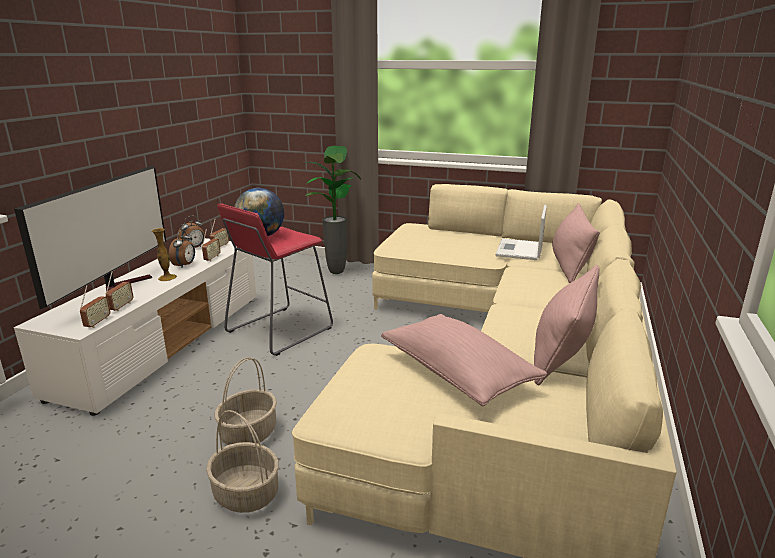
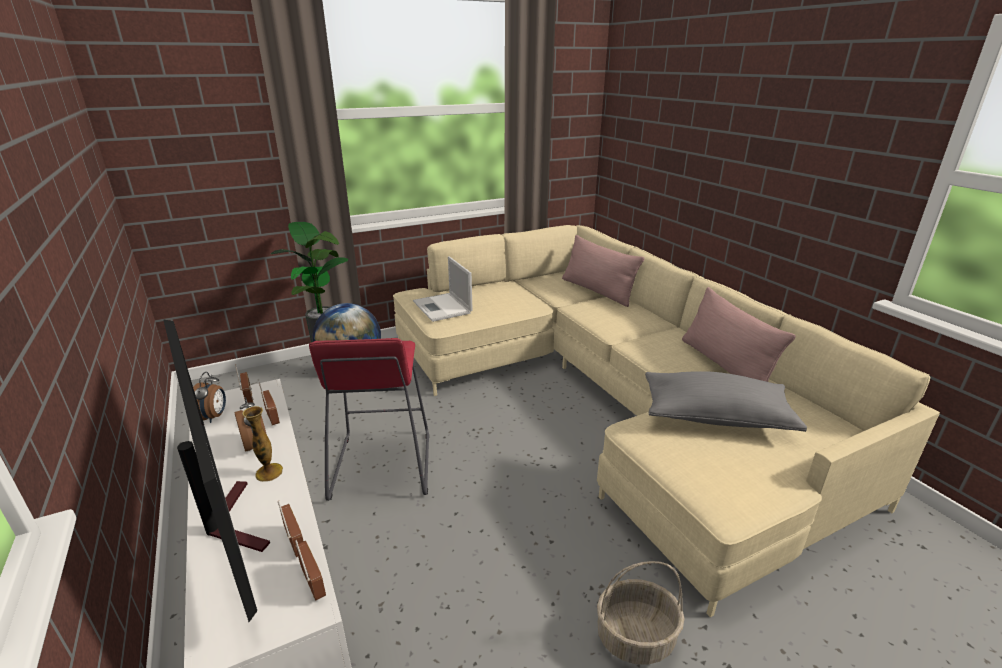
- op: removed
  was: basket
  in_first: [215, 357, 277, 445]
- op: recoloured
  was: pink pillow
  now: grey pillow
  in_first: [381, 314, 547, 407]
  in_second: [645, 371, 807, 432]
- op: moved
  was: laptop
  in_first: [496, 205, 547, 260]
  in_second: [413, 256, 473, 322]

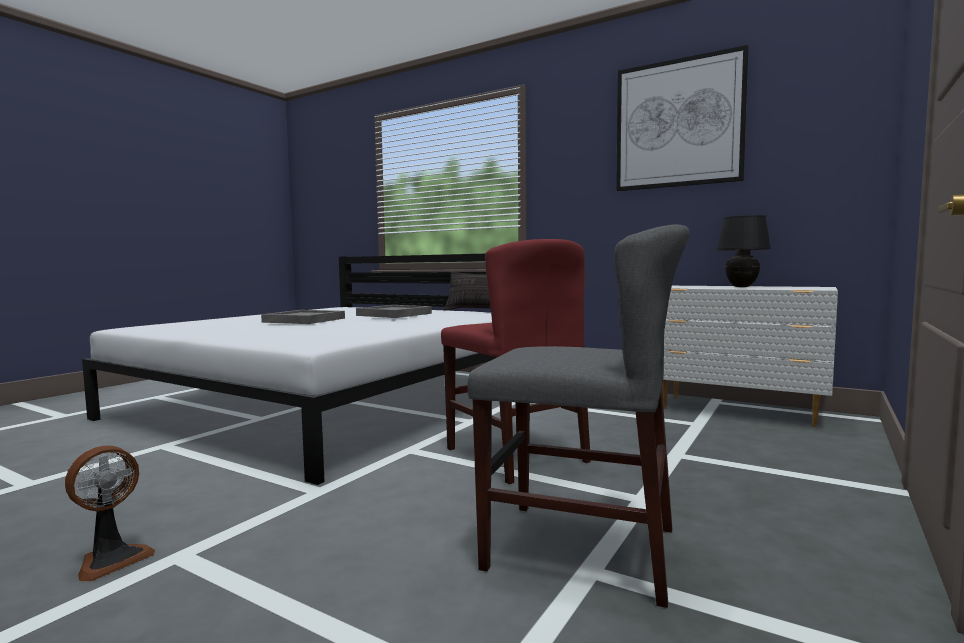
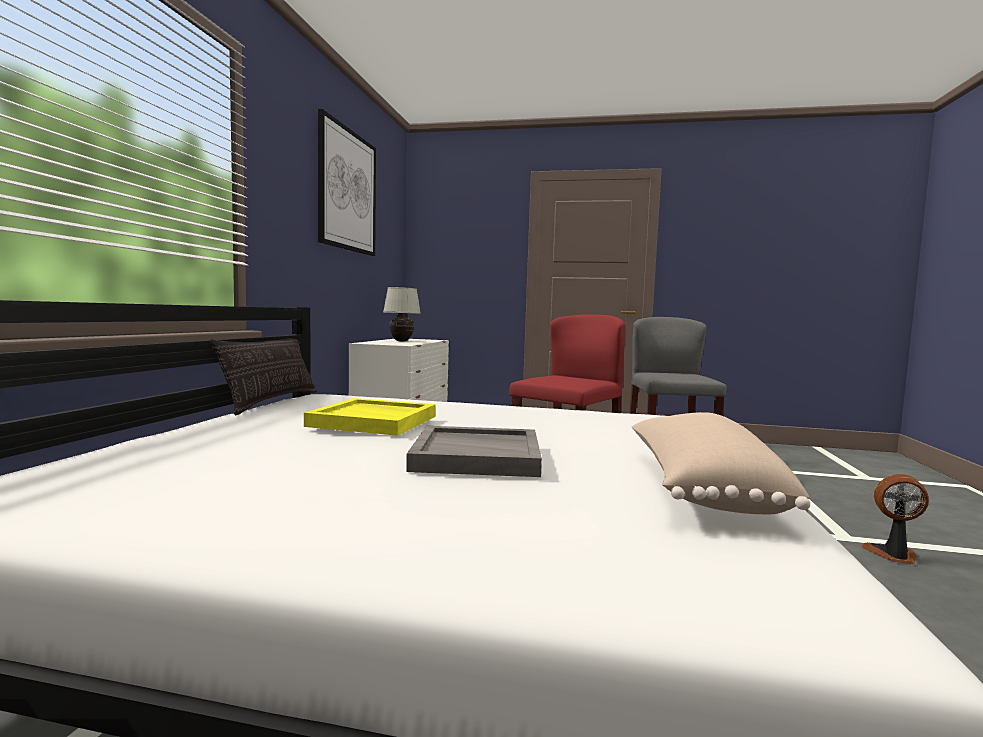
- op: recoloured
  was: grey tray
  now: yellow tray
  in_first: [356, 305, 432, 318]
  in_second: [304, 398, 436, 436]
- op: recoloured
  was: black table lamp
  now: white table lamp
  in_first: [717, 215, 771, 287]
  in_second: [383, 287, 421, 341]
- op: added
  now: beige pillow
  in_second: [632, 412, 810, 514]

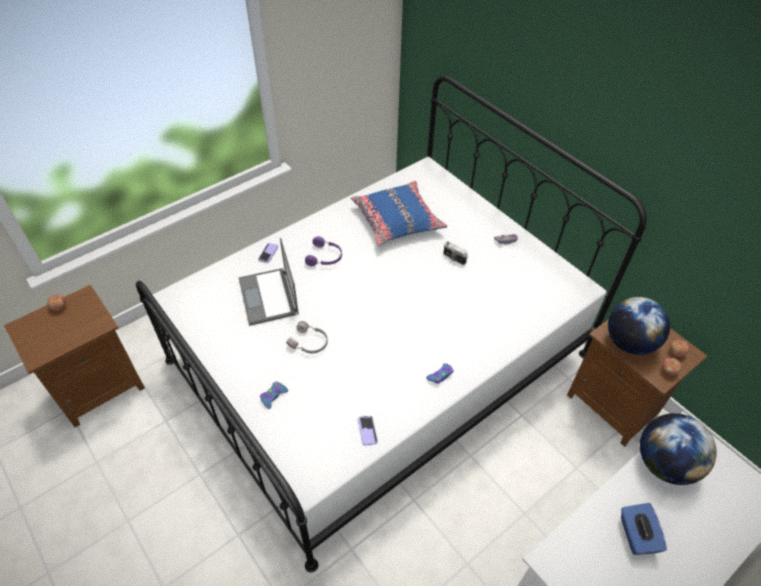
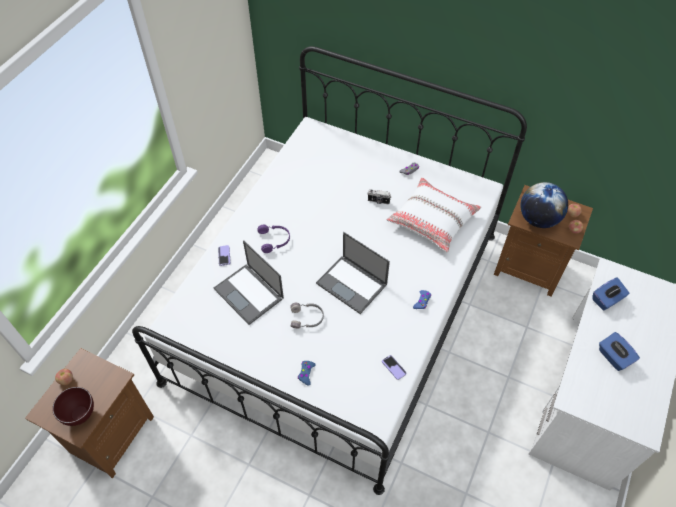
- op: removed
  was: blue pillow
  in_first: [351, 181, 448, 246]
- op: replaced
  was: globe
  now: blue tissue box
  in_first: [640, 413, 717, 485]
  in_second: [592, 277, 629, 311]
- op: added
  now: brown bowl
  in_second: [52, 387, 94, 426]
- op: added
  now: laptop
  in_second: [316, 232, 390, 314]
- op: added
  now: white pillow
  in_second: [386, 178, 482, 253]

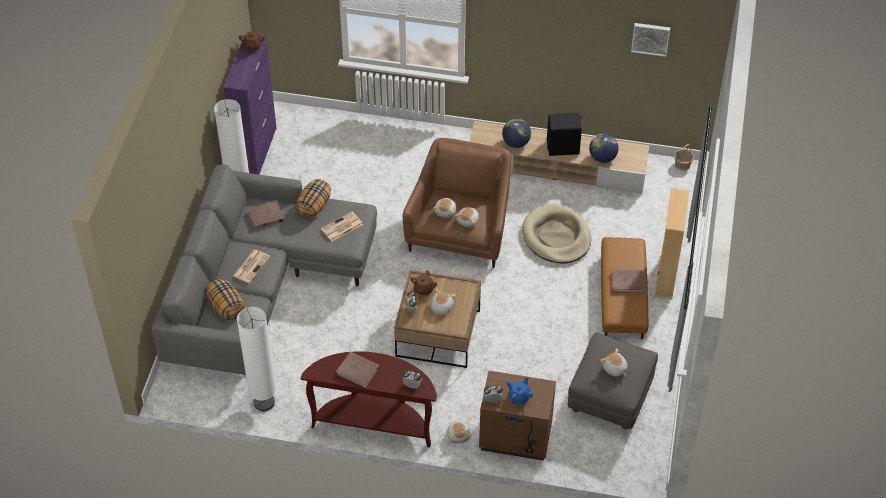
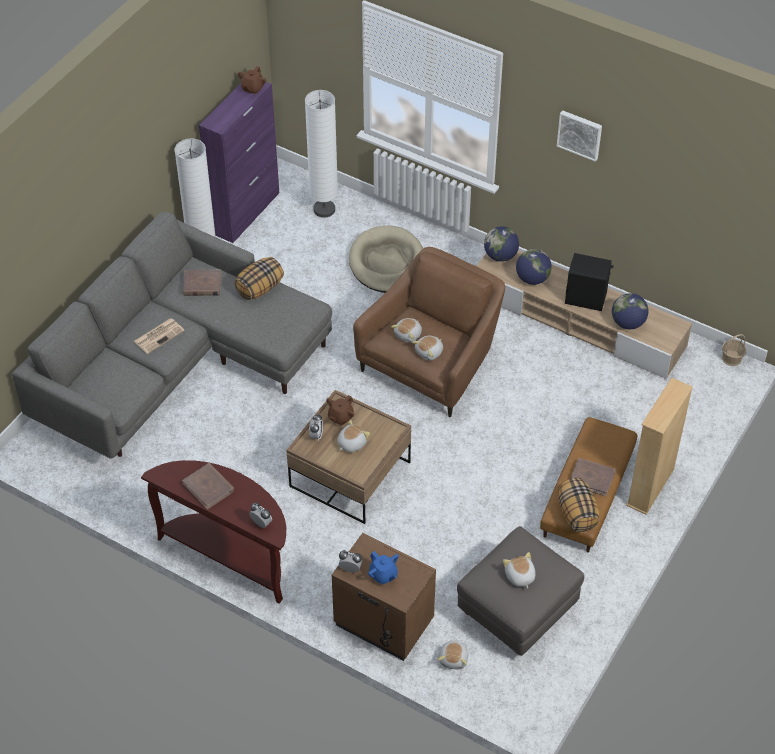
- op: moved
  was: pillow
  in_first: [206, 278, 244, 320]
  in_second: [558, 478, 599, 532]
- op: moved
  was: white floor lamp
  in_first: [237, 307, 276, 411]
  in_second: [305, 90, 338, 218]
- op: removed
  was: newspaper
  in_first: [321, 212, 363, 241]
- op: moved
  was: plush toy
  in_first: [447, 421, 472, 444]
  in_second: [438, 639, 468, 669]
- op: turned
  was: blue teapot
  in_first: [507, 376, 533, 405]
  in_second: [368, 551, 399, 584]
  clockwise: 90
- op: moved
  was: beige dog bed
  in_first: [522, 204, 591, 263]
  in_second: [349, 225, 423, 293]
- op: moved
  was: picture
  in_first: [631, 23, 670, 57]
  in_second: [557, 110, 602, 162]
- op: added
  now: globe
  in_second: [484, 226, 519, 262]

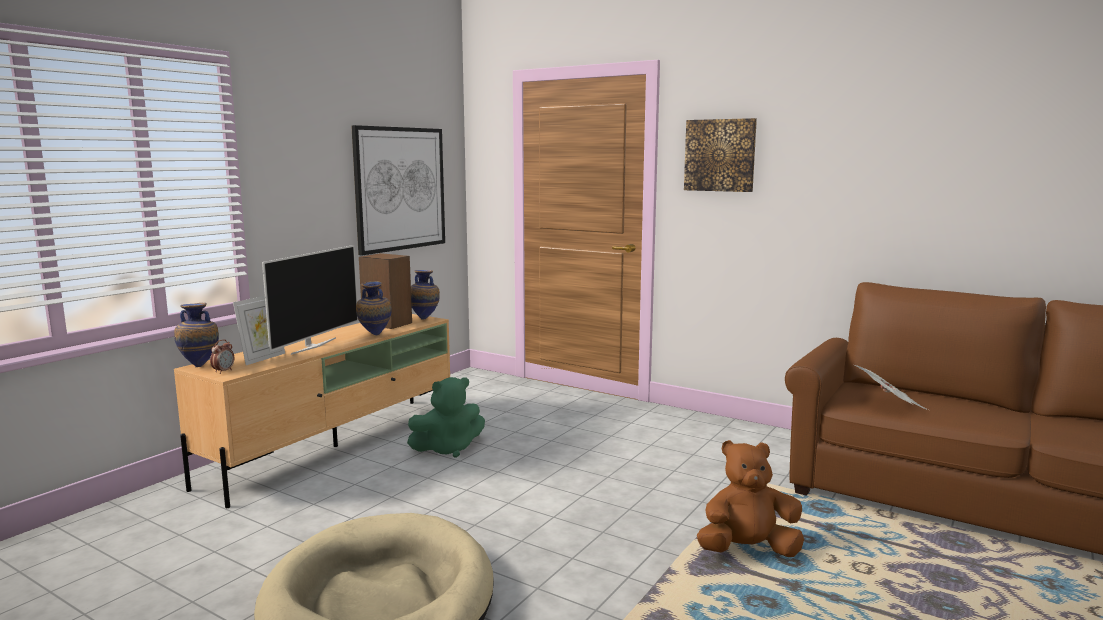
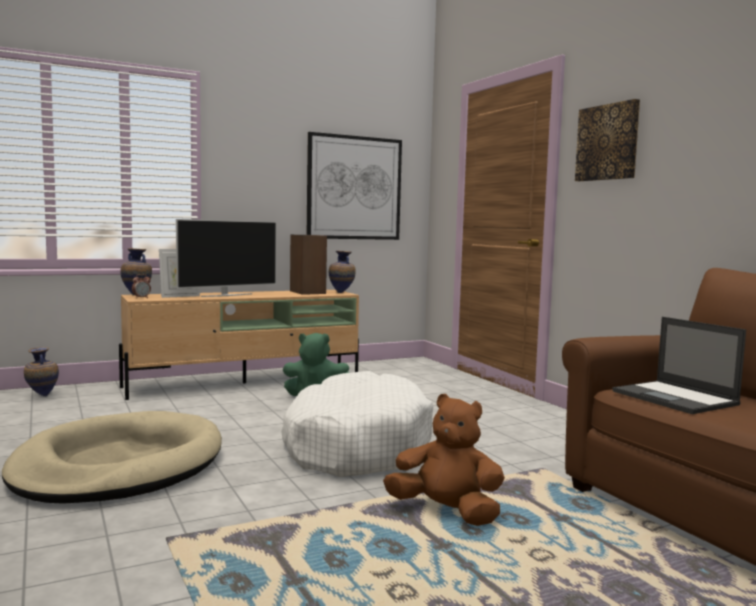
- op: moved
  was: vase
  in_first: [356, 281, 392, 335]
  in_second: [24, 347, 59, 396]
- op: replaced
  was: newspaper
  now: laptop
  in_first: [855, 365, 928, 410]
  in_second: [612, 317, 746, 414]
- op: added
  now: white dog bed
  in_second: [281, 371, 433, 477]

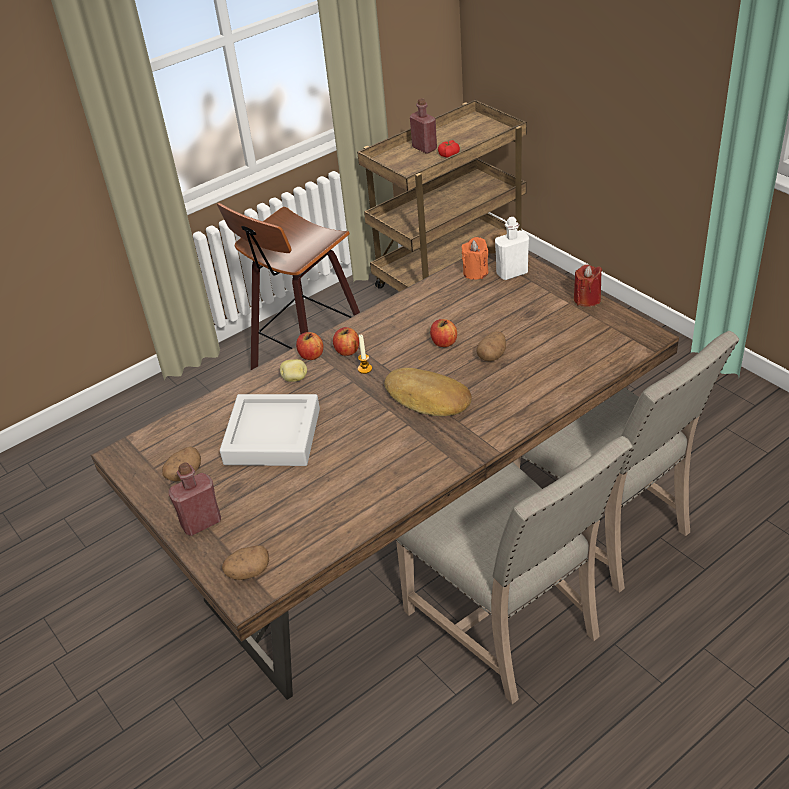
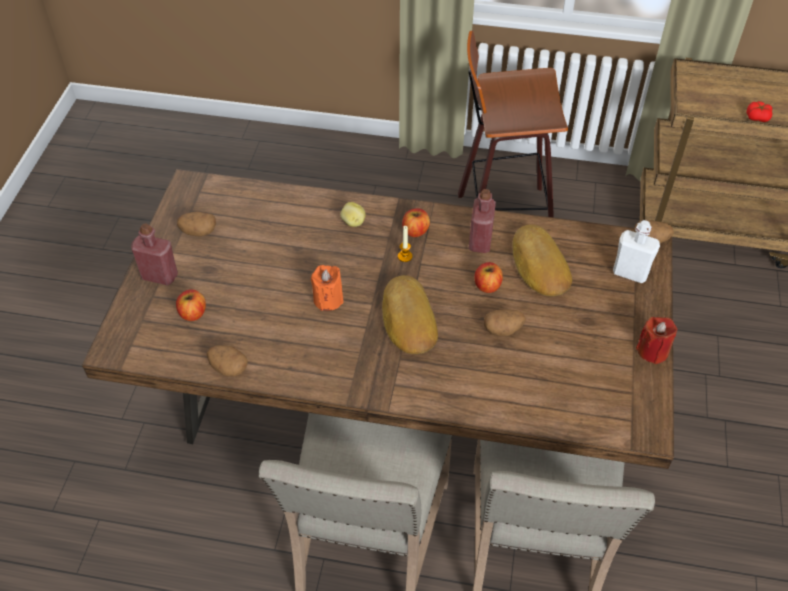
- op: removed
  was: grey tray
  in_first: [220, 394, 320, 466]
- op: moved
  was: potato
  in_first: [222, 545, 269, 580]
  in_second: [207, 345, 248, 377]
- op: moved
  was: apple
  in_first: [296, 332, 323, 360]
  in_second: [176, 289, 206, 321]
- op: moved
  was: red bottle
  in_first: [410, 98, 437, 154]
  in_second: [469, 189, 496, 253]
- op: moved
  was: orange candle
  in_first: [461, 237, 489, 280]
  in_second: [311, 265, 343, 311]
- op: added
  now: bread
  in_second: [512, 224, 572, 296]

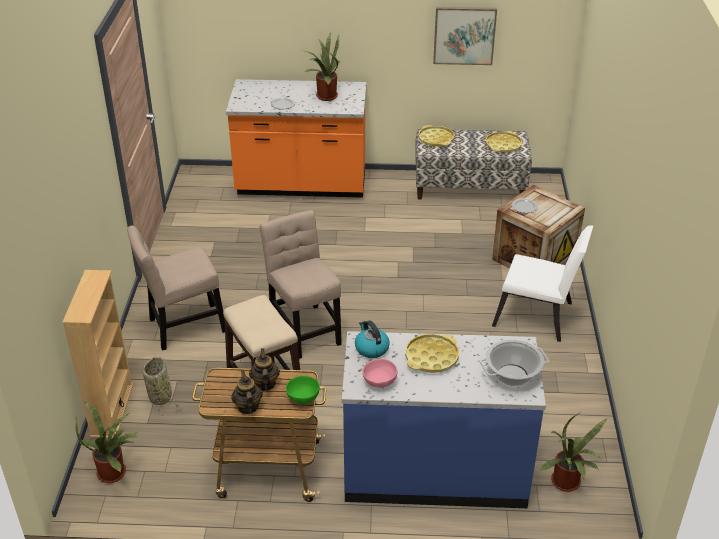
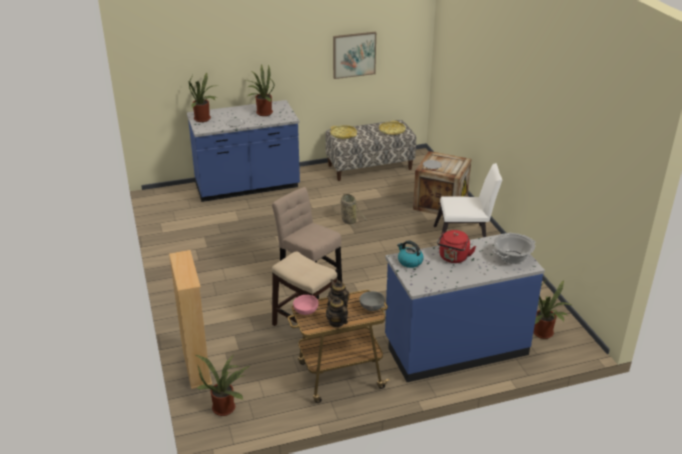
- op: removed
  was: beige chair
  in_first: [127, 225, 225, 351]
- op: moved
  was: basket
  in_first: [142, 357, 180, 416]
  in_second: [333, 193, 367, 228]
- op: recoloured
  was: orange counter
  now: blue counter
  in_first: [226, 79, 367, 198]
  in_second: [187, 100, 300, 202]
- op: recoloured
  was: green bowl
  now: grey bowl
  in_first: [286, 376, 320, 404]
  in_second: [359, 291, 385, 311]
- op: moved
  was: pink bowl
  in_first: [363, 359, 398, 388]
  in_second: [293, 295, 319, 315]
- op: replaced
  was: yellow tray
  now: red kettle
  in_first: [405, 334, 459, 373]
  in_second: [437, 230, 476, 263]
- op: added
  now: potted plant
  in_second: [189, 73, 218, 122]

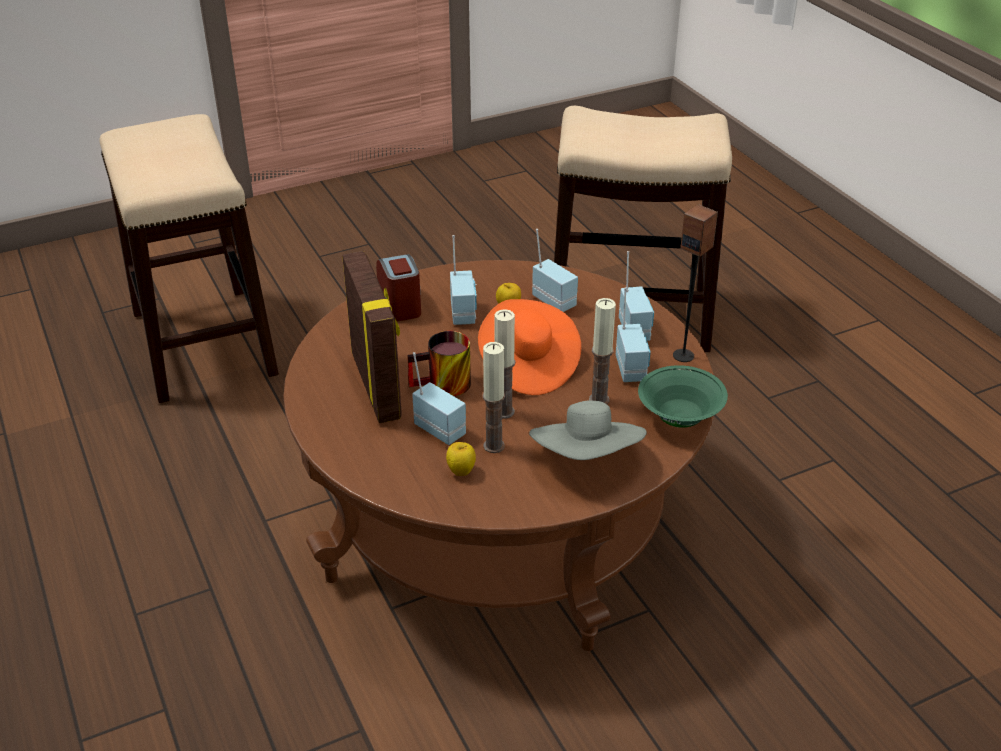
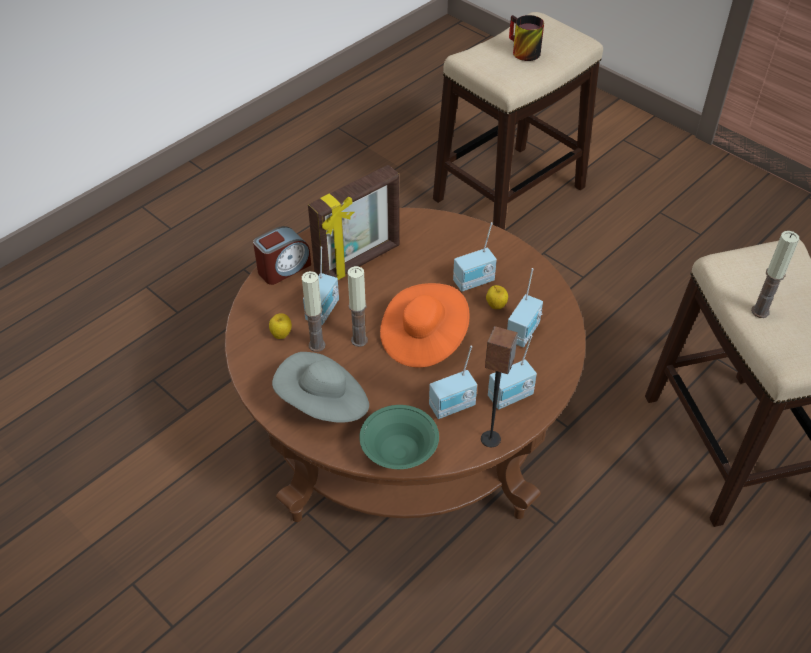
- op: moved
  was: alarm clock
  in_first: [376, 254, 421, 321]
  in_second: [253, 226, 311, 285]
- op: moved
  was: mug
  in_first: [407, 331, 471, 396]
  in_second: [509, 15, 544, 61]
- op: moved
  was: candle
  in_first: [589, 298, 616, 404]
  in_second: [751, 231, 799, 318]

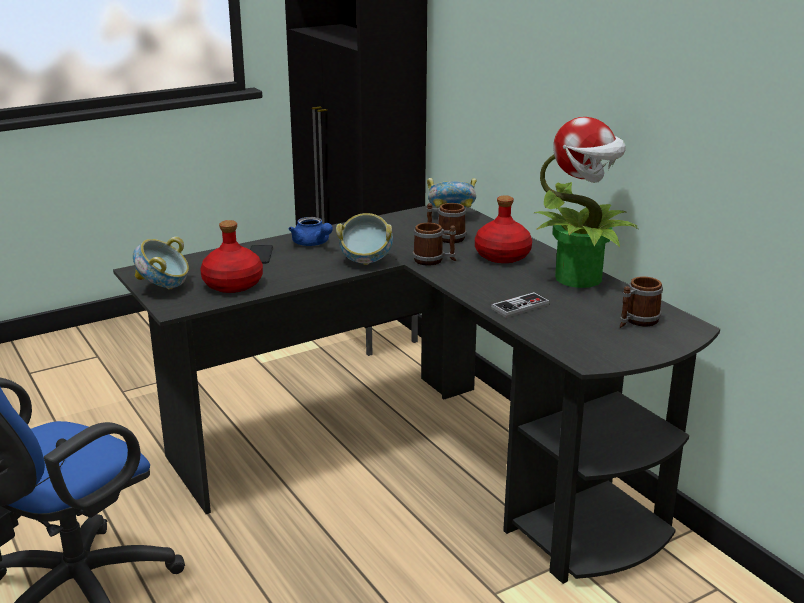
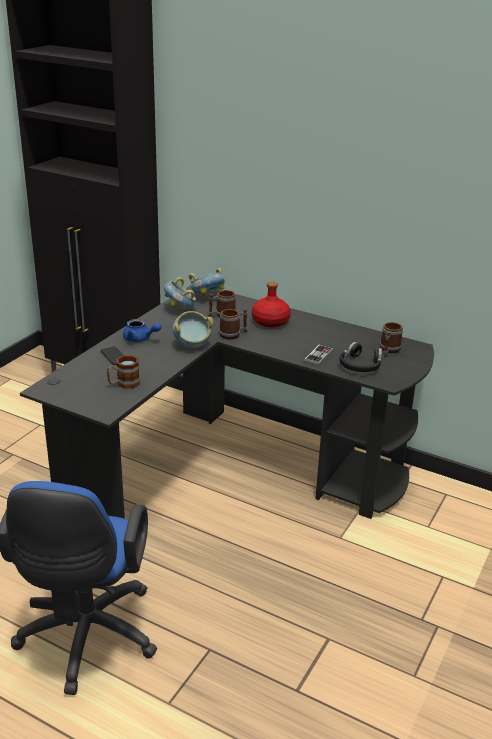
- op: moved
  was: bowl
  in_first: [133, 237, 189, 290]
  in_second: [164, 277, 196, 310]
- op: replaced
  was: red bottle
  now: mug
  in_first: [200, 220, 263, 293]
  in_second: [107, 355, 140, 389]
- op: removed
  was: potted plant
  in_first: [534, 117, 638, 288]
- op: added
  now: black headphones
  in_second: [339, 342, 382, 372]

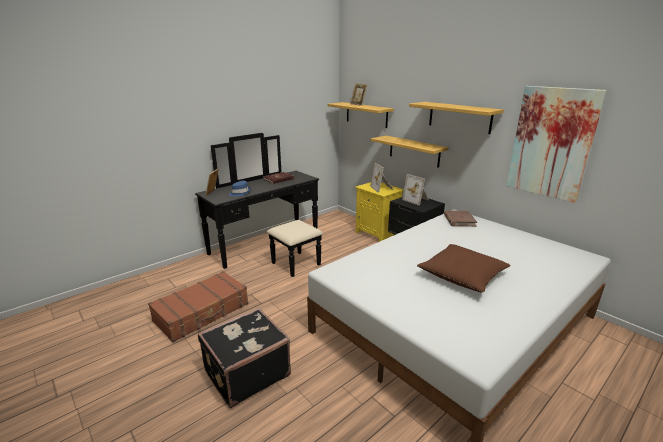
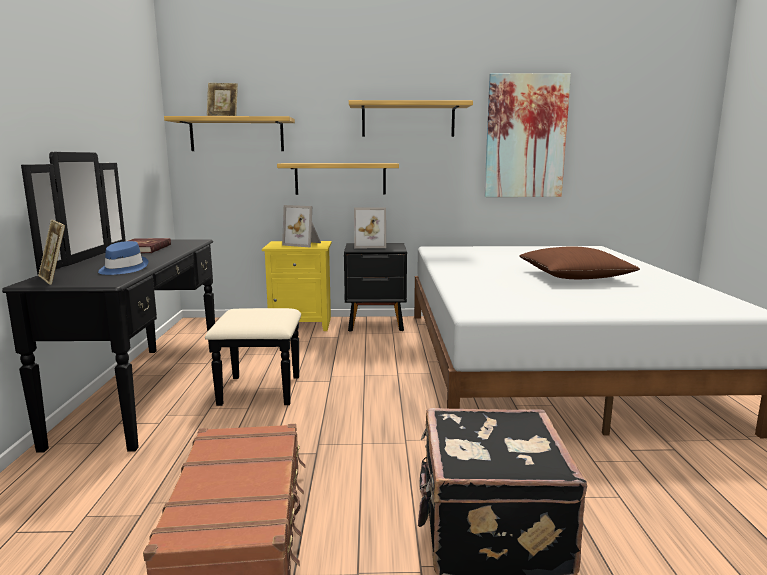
- op: removed
  was: brown book
  in_first: [444, 210, 477, 227]

